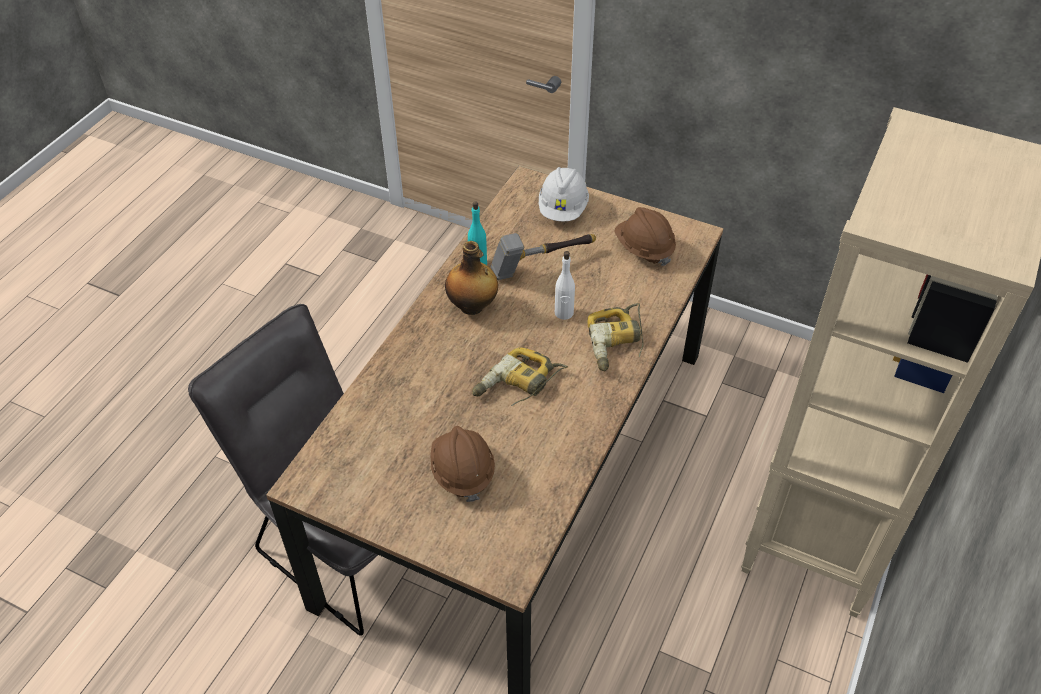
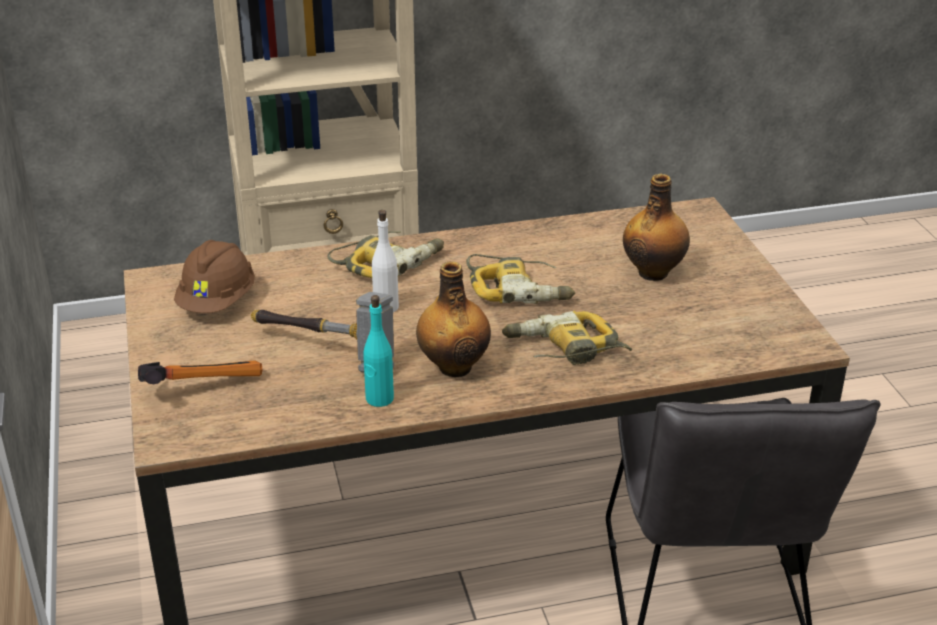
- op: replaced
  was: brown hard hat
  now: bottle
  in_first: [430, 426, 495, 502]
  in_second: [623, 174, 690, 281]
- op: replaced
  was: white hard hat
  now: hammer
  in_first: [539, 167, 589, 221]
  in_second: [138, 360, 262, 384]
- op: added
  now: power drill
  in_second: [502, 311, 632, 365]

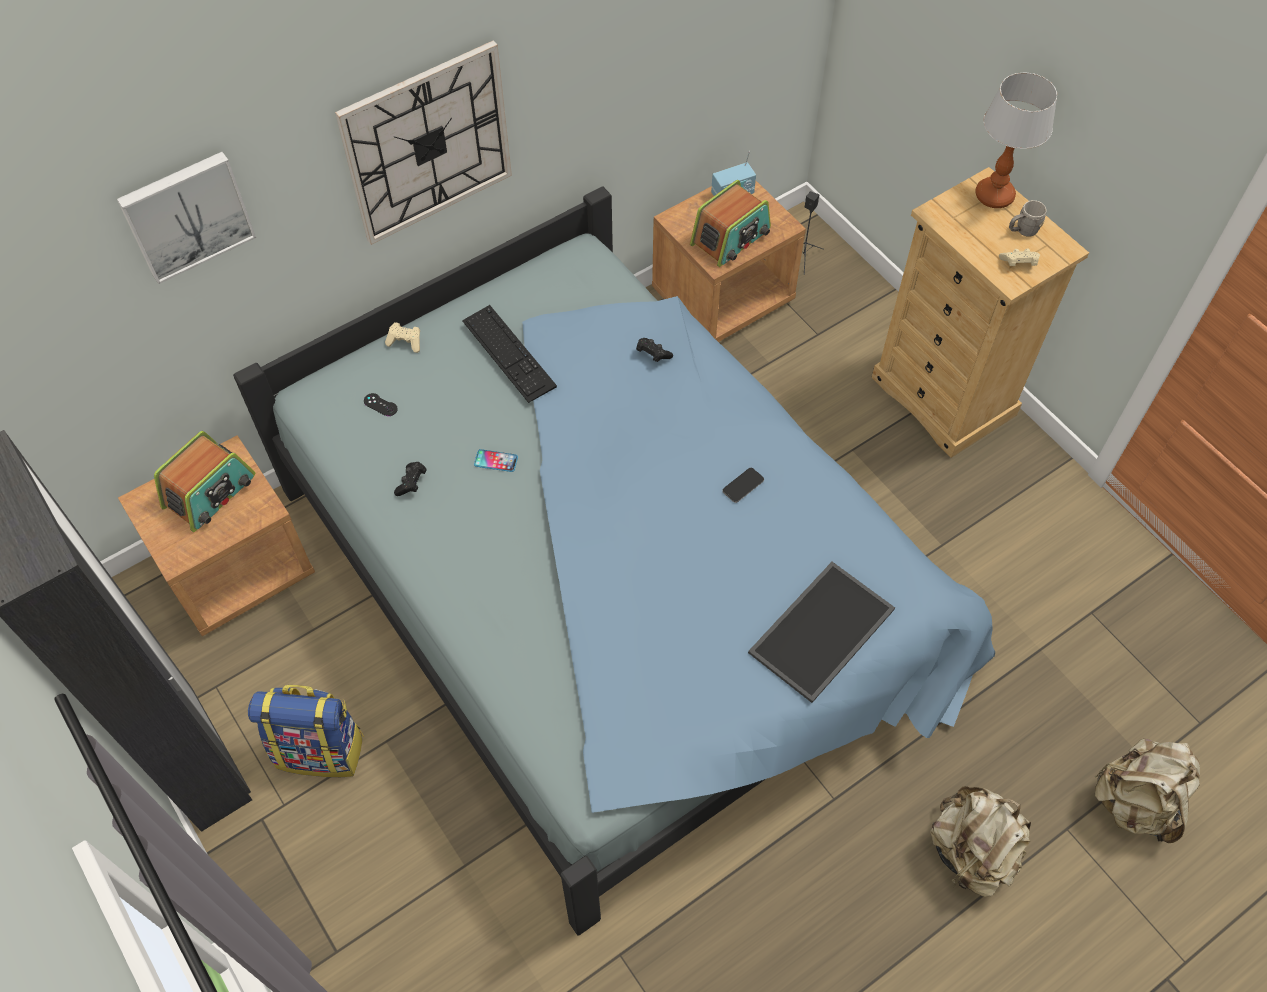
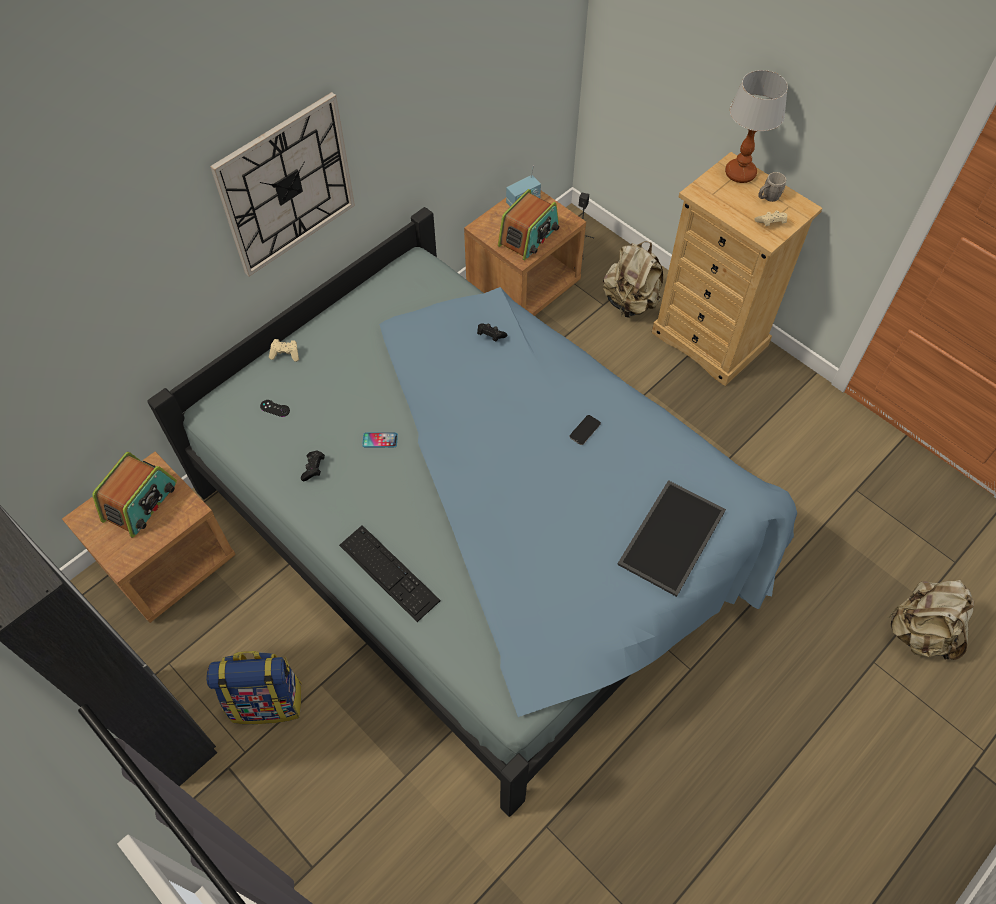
- op: removed
  was: picture
  in_first: [117, 152, 256, 284]
- op: moved
  was: keyboard
  in_first: [462, 305, 557, 403]
  in_second: [339, 525, 440, 622]
- op: moved
  was: beige backpack
  in_first: [930, 786, 1031, 897]
  in_second: [603, 241, 663, 318]

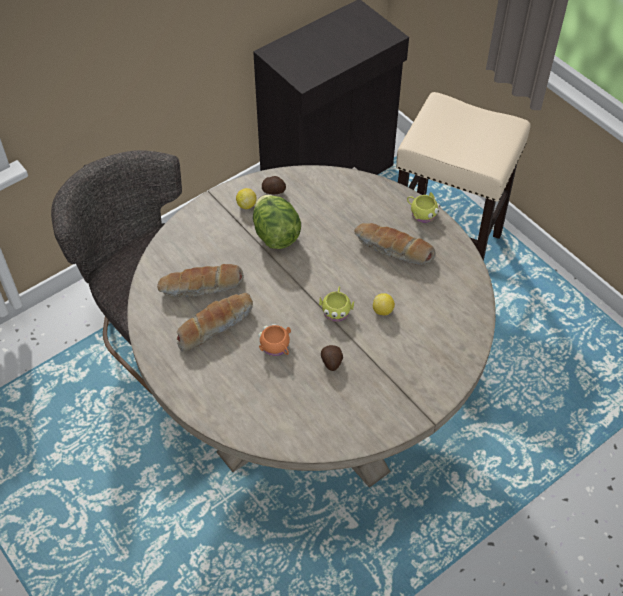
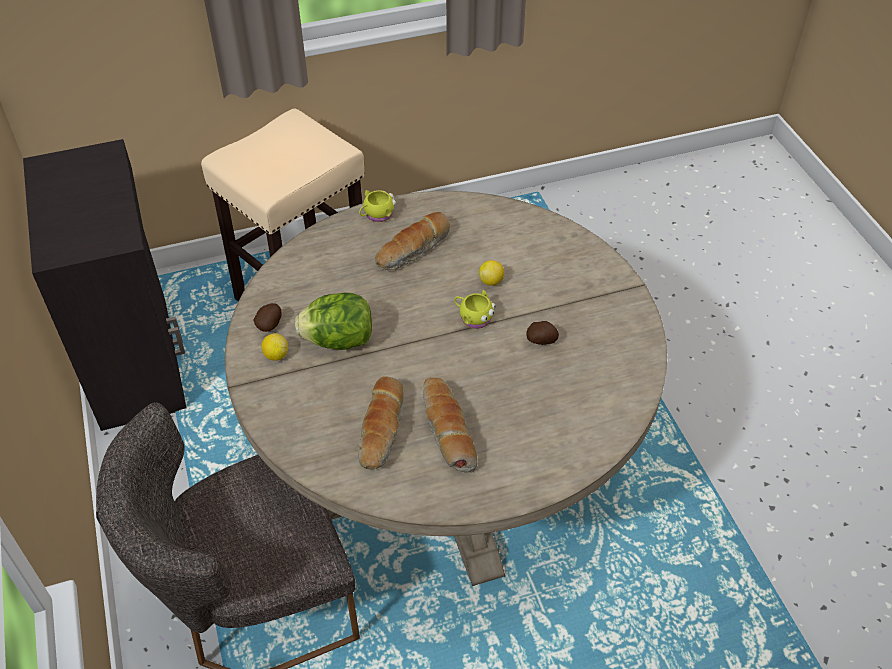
- op: removed
  was: orange mug
  in_first: [258, 324, 291, 356]

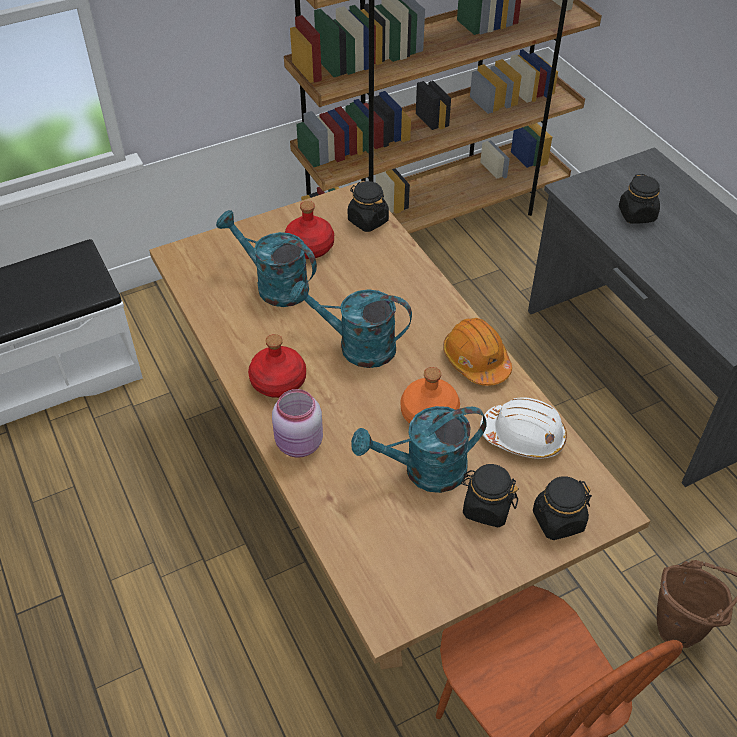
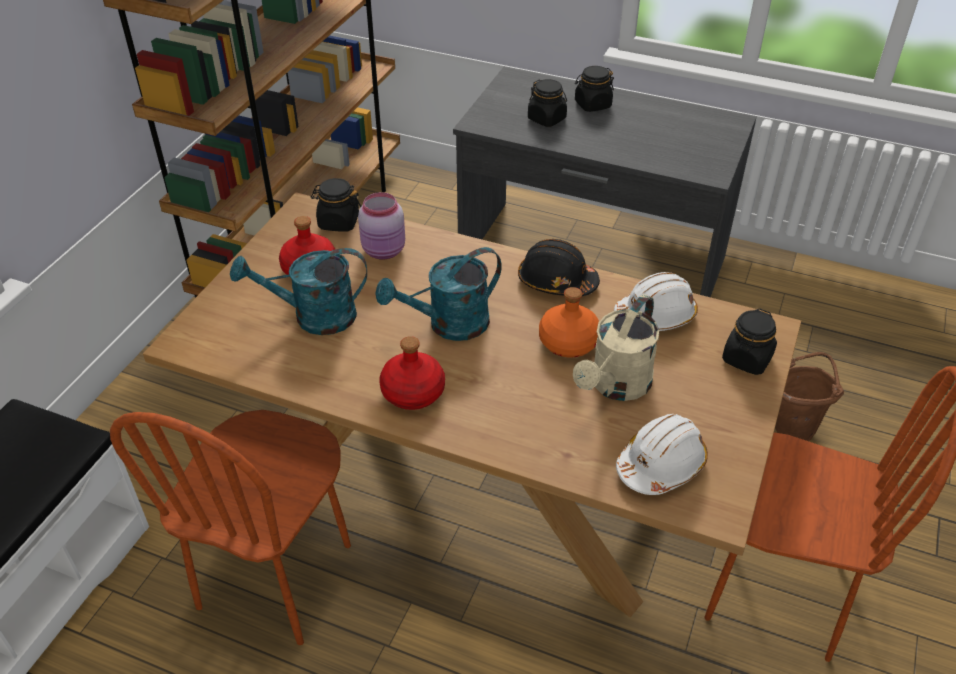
- op: moved
  was: pink jar
  in_first: [272, 389, 323, 458]
  in_second: [358, 192, 405, 259]
- op: recoloured
  was: turquoise watering can
  now: beige watering can
  in_first: [351, 406, 487, 493]
  in_second: [573, 294, 660, 401]
- op: recoloured
  was: orange hard hat
  now: black hard hat
  in_first: [443, 318, 512, 386]
  in_second: [518, 239, 600, 296]
- op: moved
  was: black jar
  in_first: [461, 464, 519, 527]
  in_second: [575, 66, 614, 112]
- op: added
  now: brown chair
  in_second: [110, 410, 351, 645]
- op: added
  now: white hard hat
  in_second: [616, 414, 708, 495]

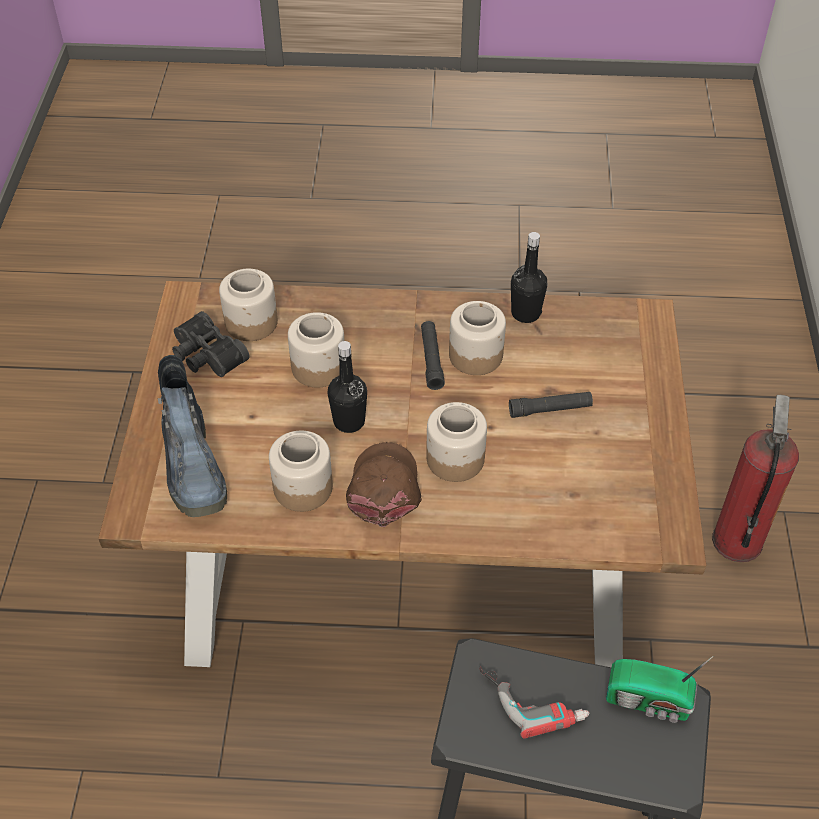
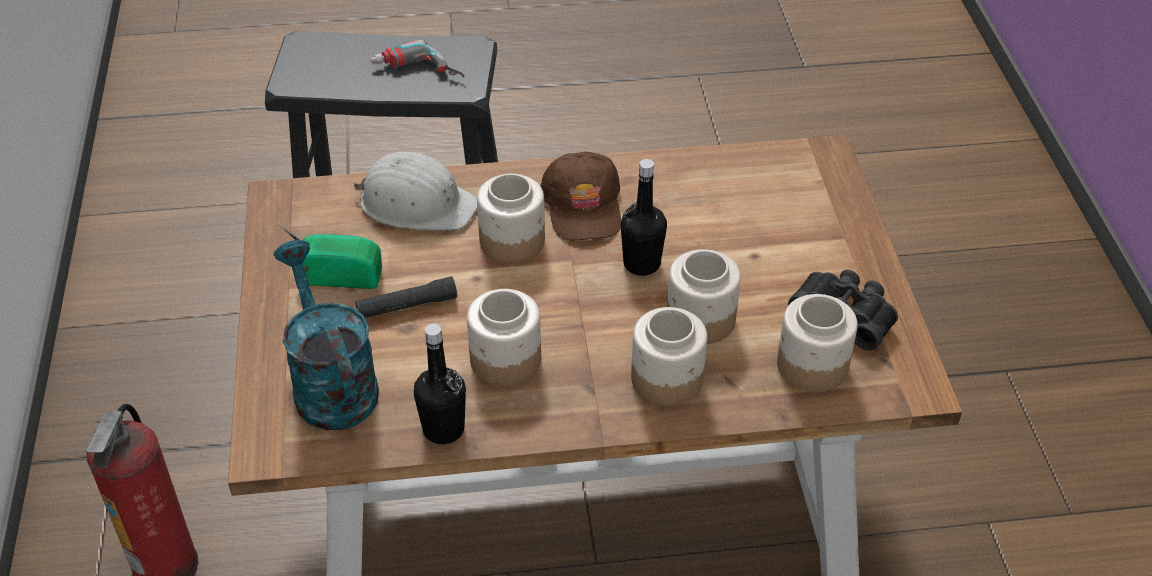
- op: removed
  was: boot
  in_first: [158, 355, 227, 517]
- op: moved
  was: jar
  in_first: [269, 431, 333, 512]
  in_second: [631, 307, 707, 406]
- op: removed
  was: black flashlight
  in_first: [421, 321, 445, 390]
- op: moved
  was: radio
  in_first: [606, 656, 713, 723]
  in_second: [279, 225, 382, 289]
- op: added
  now: turquoise watering can
  in_second: [274, 240, 379, 430]
- op: added
  now: white hard hat
  in_second: [353, 152, 477, 231]

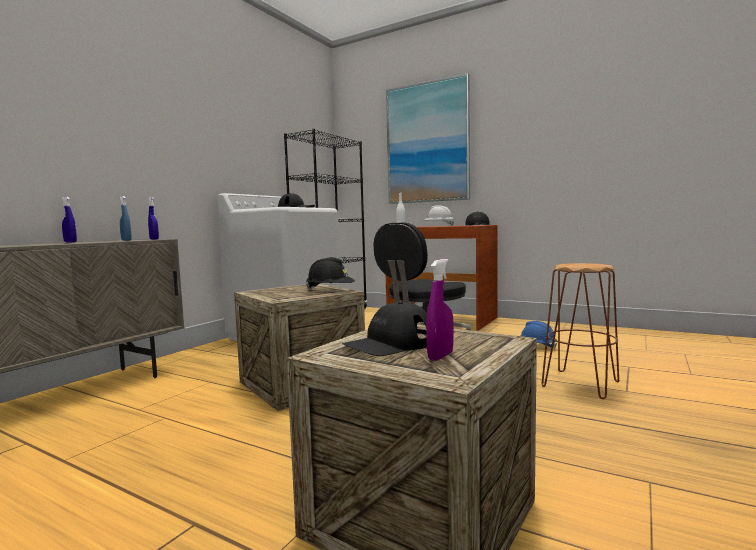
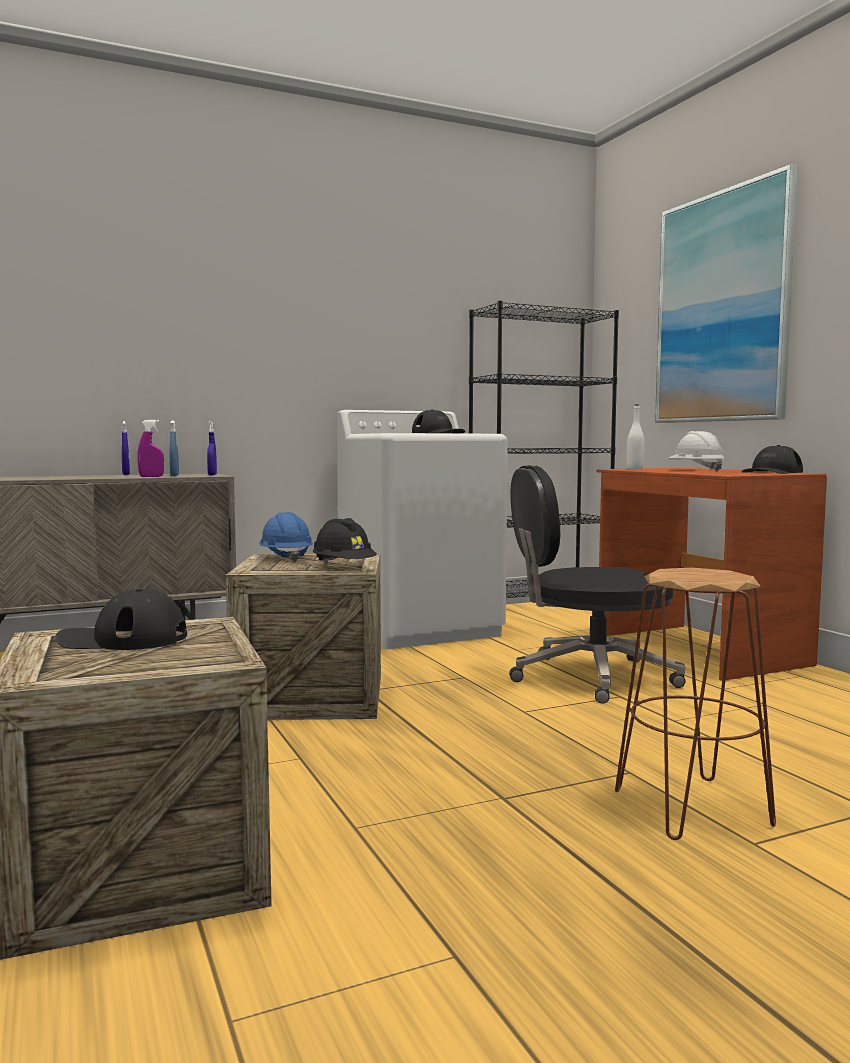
- op: moved
  was: purple spray bottle
  in_first: [426, 259, 454, 361]
  in_second: [137, 420, 164, 477]
- op: moved
  was: blue hard hat
  in_first: [520, 321, 558, 349]
  in_second: [259, 512, 313, 562]

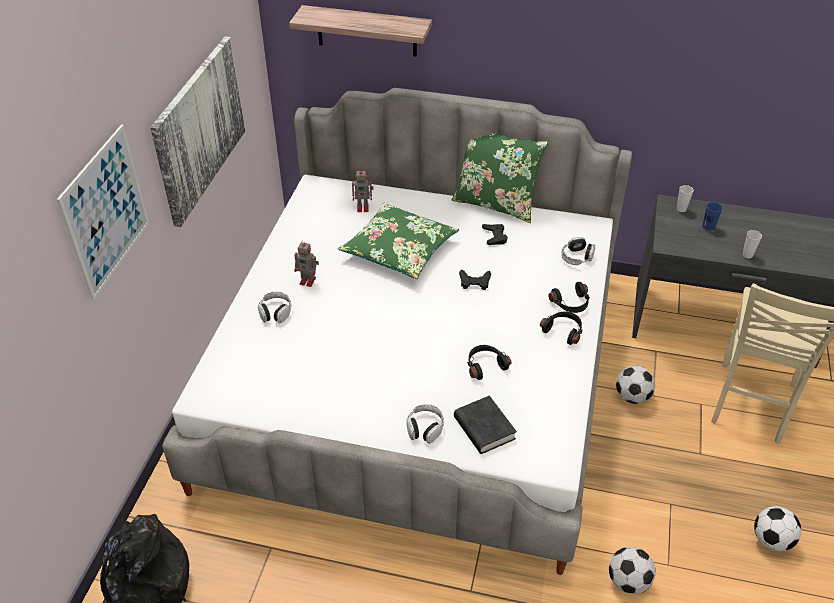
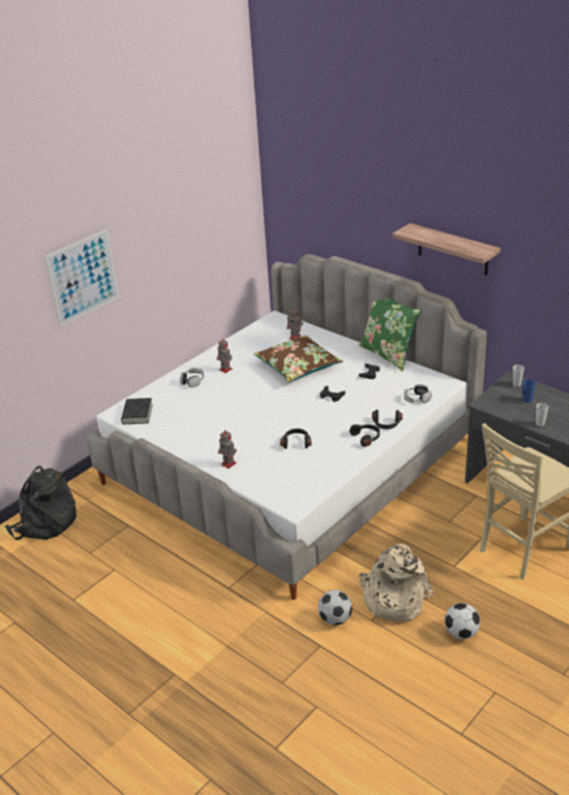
- op: removed
  was: picture
  in_first: [150, 36, 245, 227]
- op: moved
  was: shelf
  in_first: [289, 5, 432, 57]
  in_second: [392, 223, 501, 275]
- op: recoloured
  was: green pillow
  now: brown pillow
  in_first: [338, 203, 459, 279]
  in_second: [254, 335, 343, 382]
- op: replaced
  was: headphones
  now: toy robot
  in_first: [406, 404, 444, 443]
  in_second: [218, 429, 237, 469]
- op: moved
  was: black book
  in_first: [454, 396, 517, 454]
  in_second: [121, 398, 153, 424]
- op: removed
  was: football
  in_first: [616, 365, 655, 404]
- op: added
  now: beige backpack
  in_second: [359, 544, 434, 622]

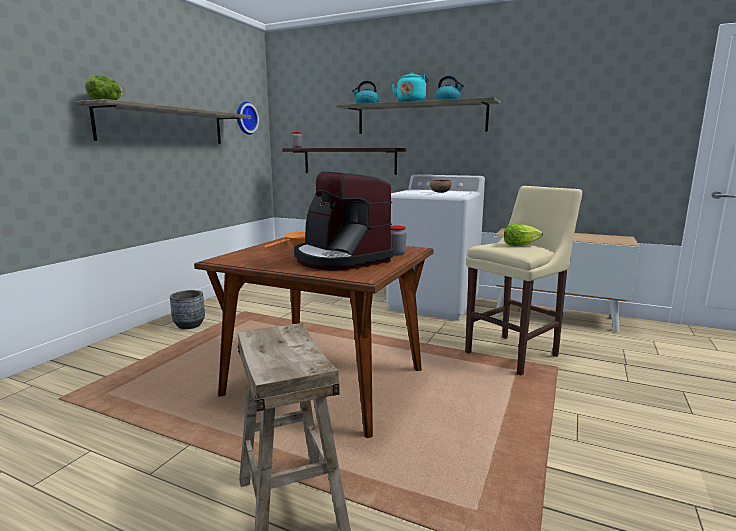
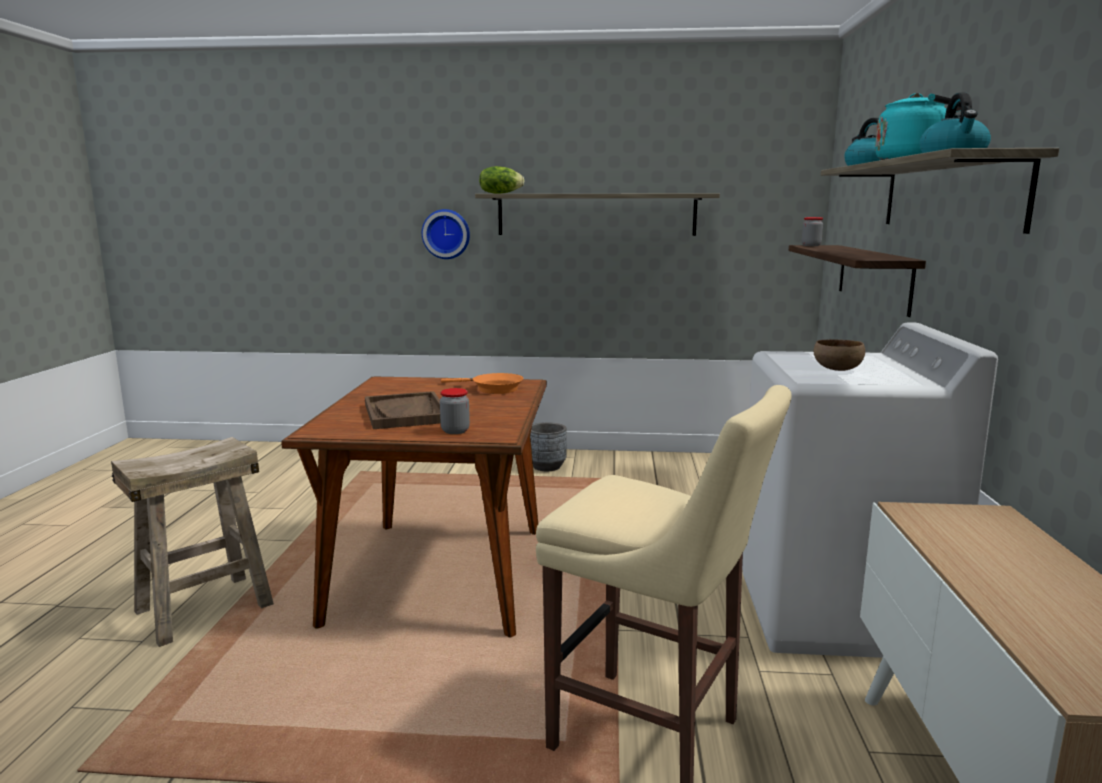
- op: moved
  was: wall clock
  in_first: [237, 102, 259, 135]
  in_second: [422, 209, 470, 259]
- op: replaced
  was: coffee machine
  now: brown tray
  in_first: [294, 171, 393, 271]
  in_second: [365, 391, 441, 429]
- op: removed
  was: lettuce
  in_first: [504, 224, 543, 246]

